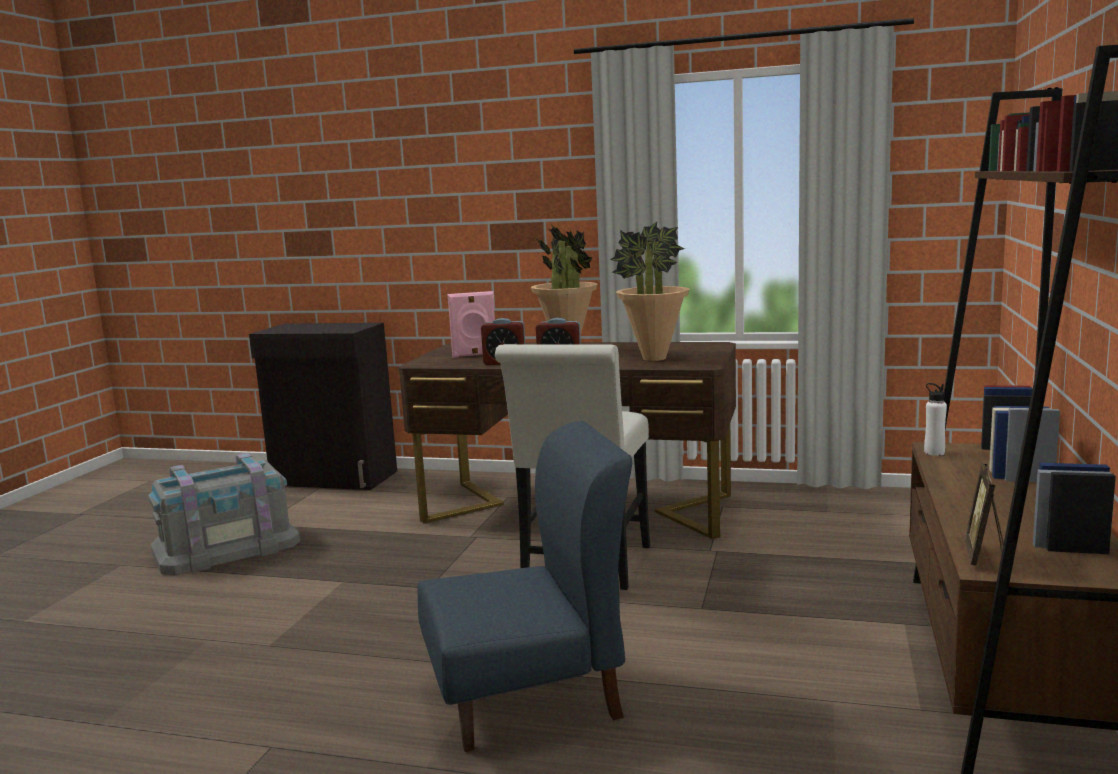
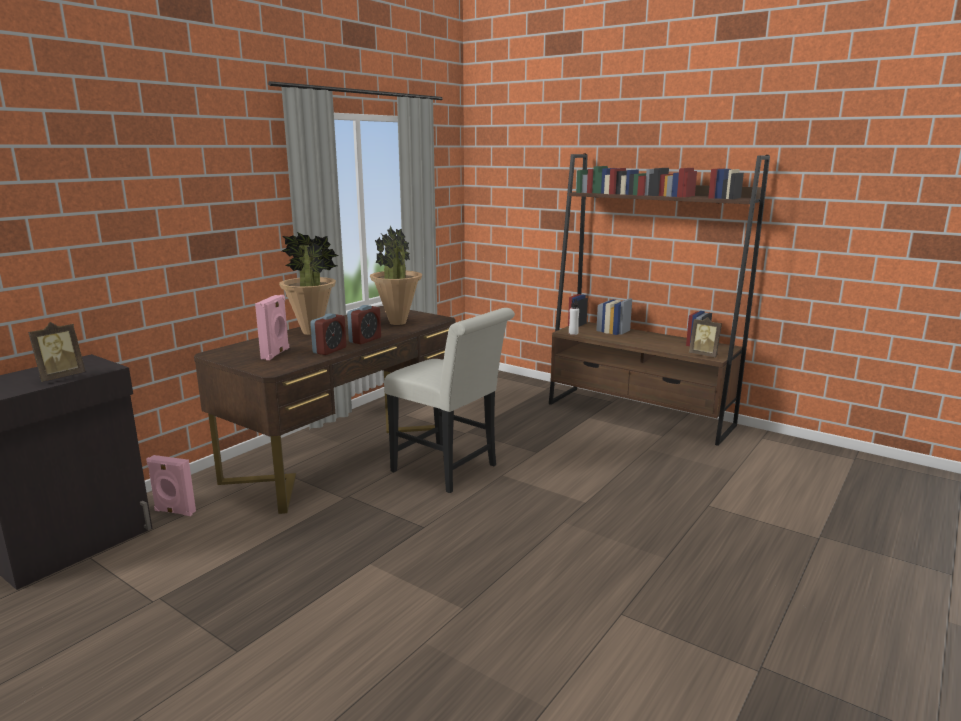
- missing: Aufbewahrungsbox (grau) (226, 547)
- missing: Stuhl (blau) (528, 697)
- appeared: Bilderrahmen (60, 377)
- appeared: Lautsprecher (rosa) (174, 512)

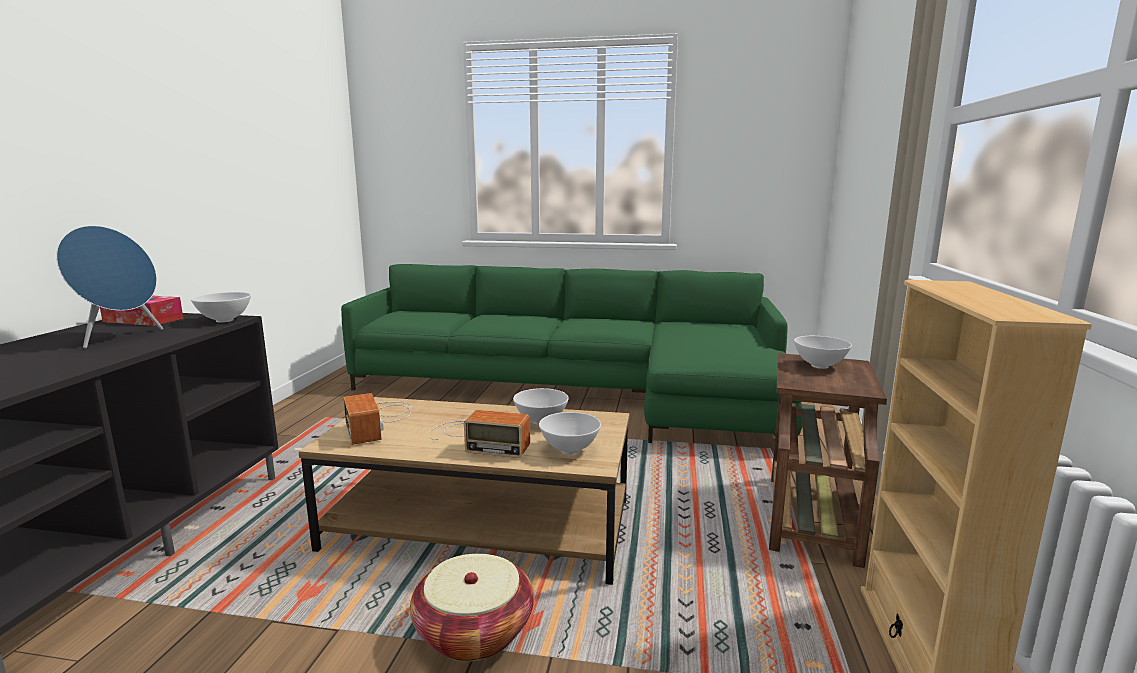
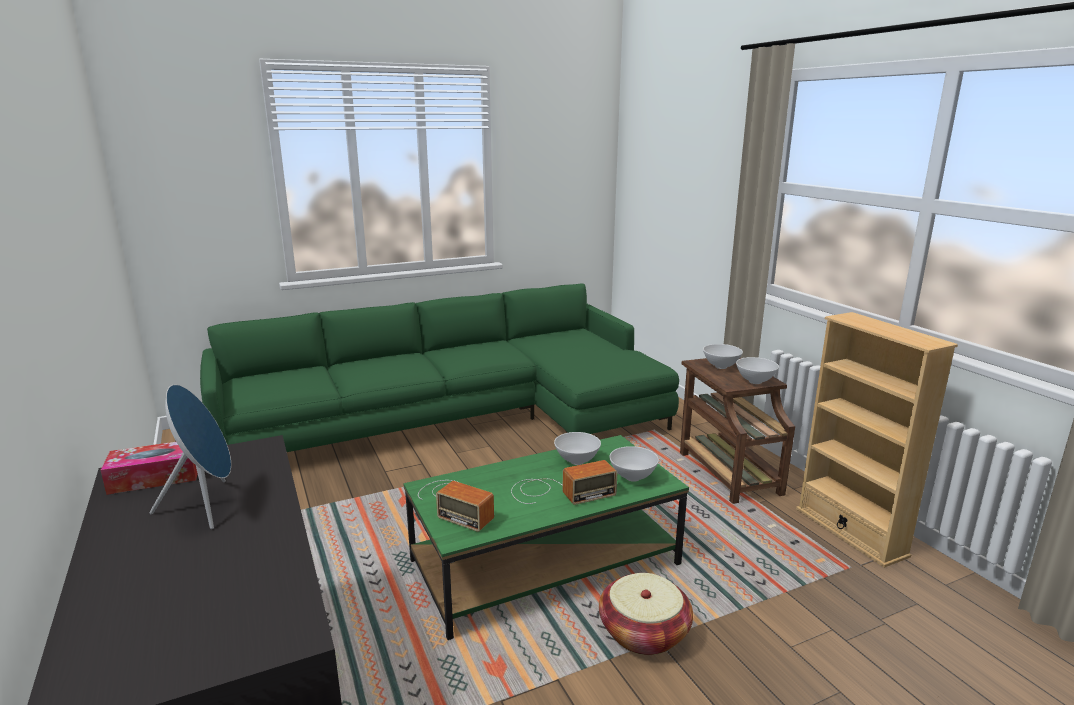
- relocated: Schüssel (weiß) (224, 320) to (754, 382)
- colour: Couchtisch (braun) (480, 525) to Couchtisch (grün) (544, 562)

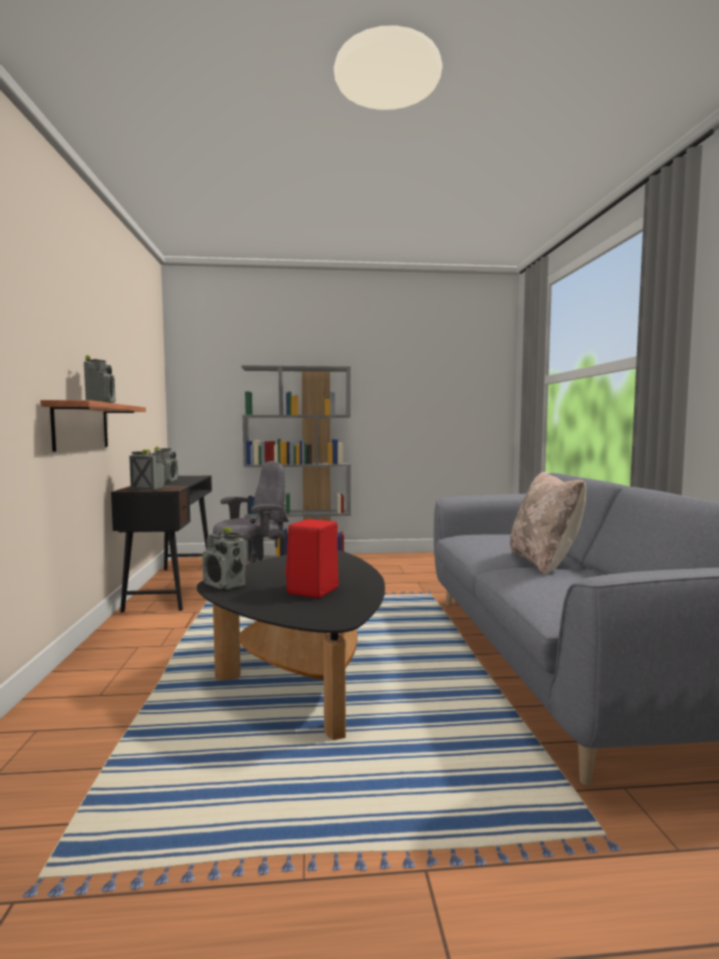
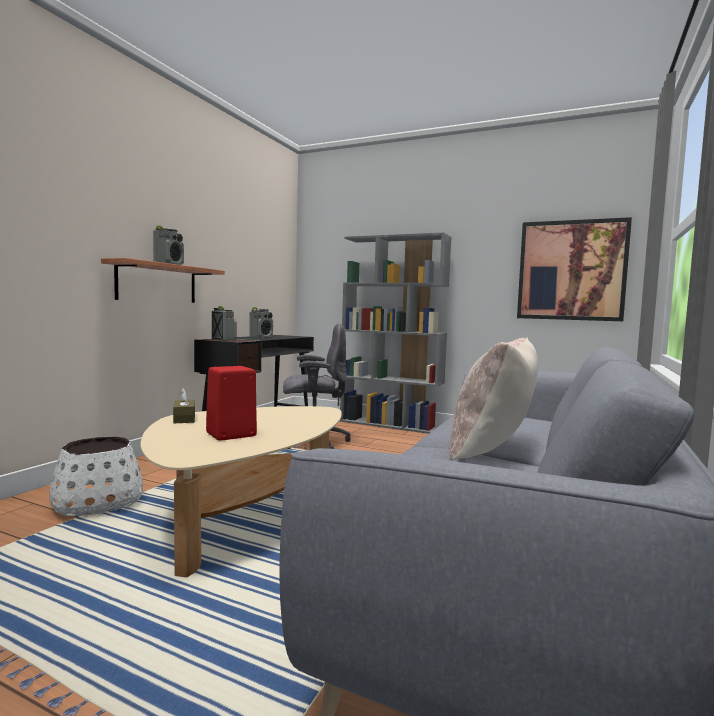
- colour: Couchtisch (schwarz) (303, 671) to Couchtisch (beige) (245, 514)
- exchanged: Radio (224, 585) to Taschentuchbox (braun) (184, 419)
- appeared: Pflanzkübel (weiß) (98, 502)
- appeared: Bild (571, 270)

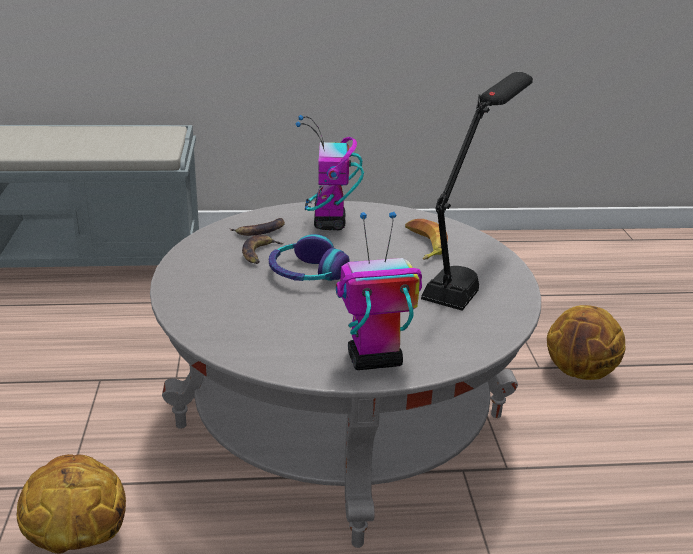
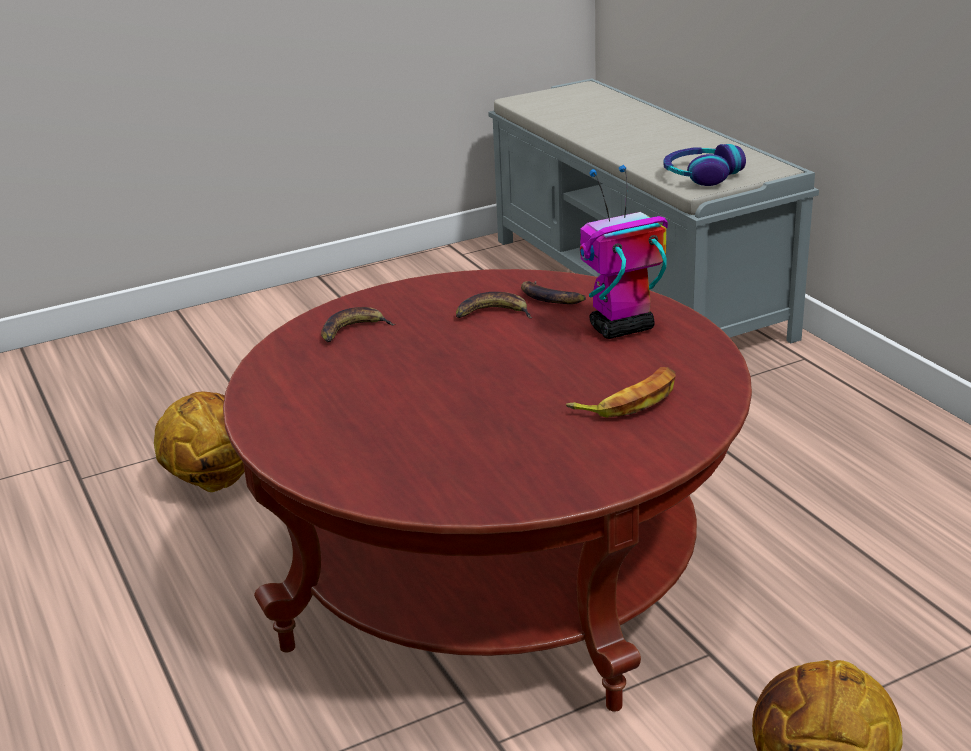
- colour: Couchtisch (grau) (341, 420) to Couchtisch (rot) (495, 572)
- relocated: Kopfhörer (306, 273) to (701, 175)
- missing: Spielzeugroboter (373, 360)
- missing: Tischlampe (schwarz) (468, 273)
- appeared: Banane (353, 330)

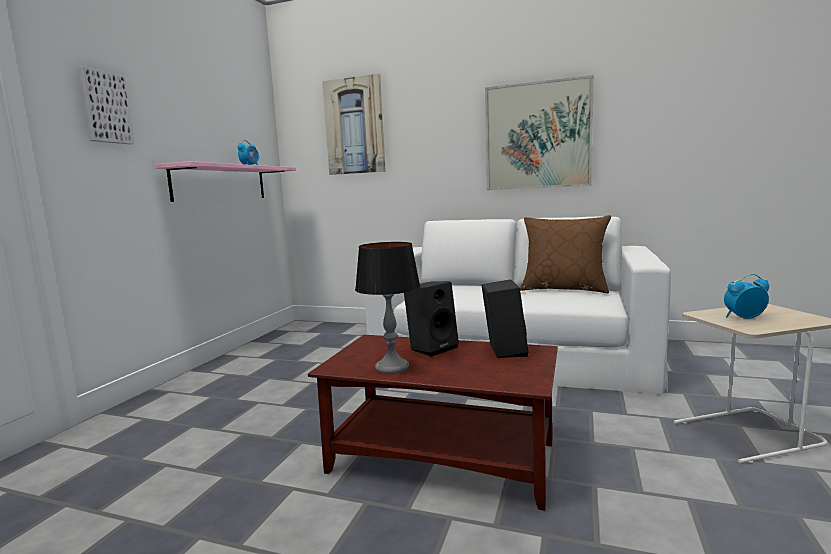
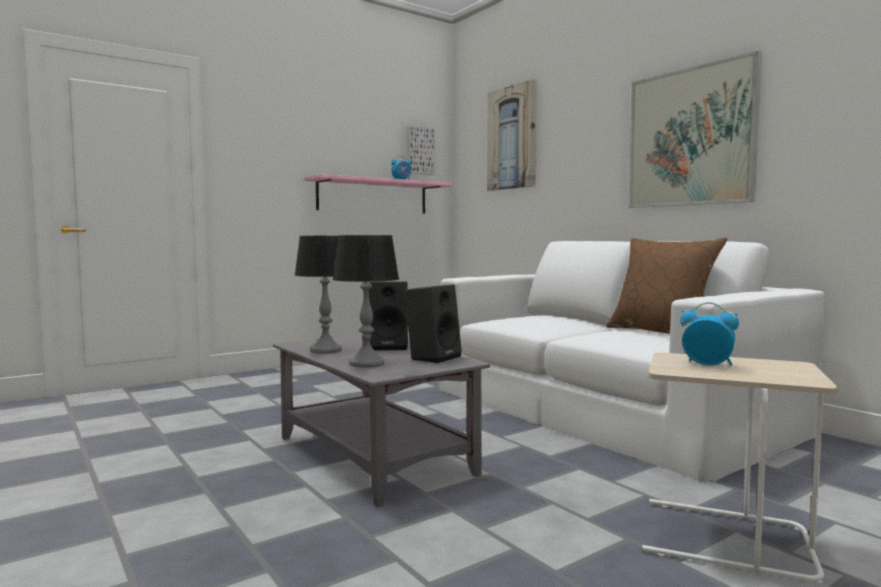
- relocated: Bild (105, 107) to (419, 150)
- colour: Couchtisch (braun) (444, 457) to Couchtisch (grau) (374, 455)
- appeared: Tischlampe (366, 363)

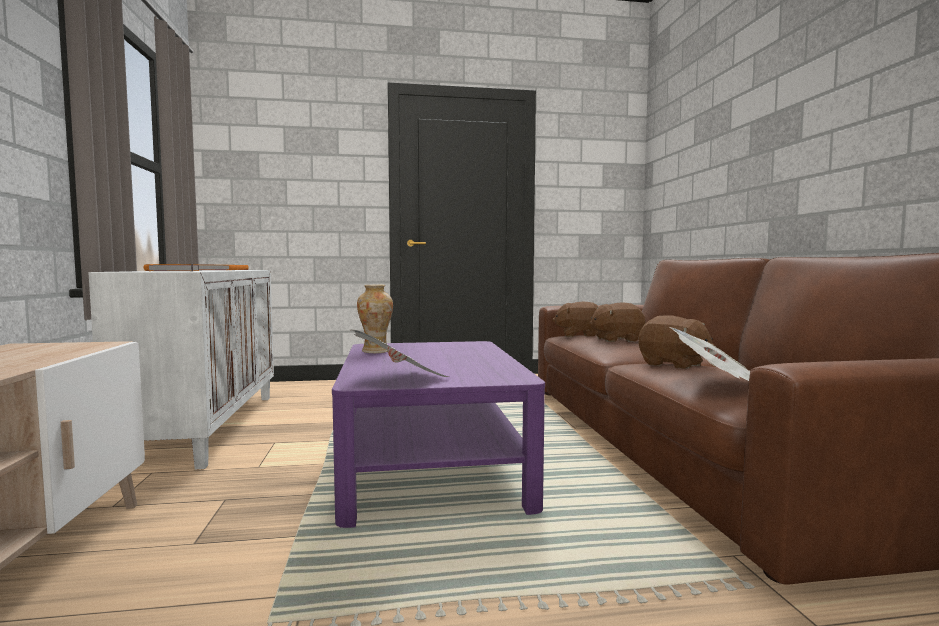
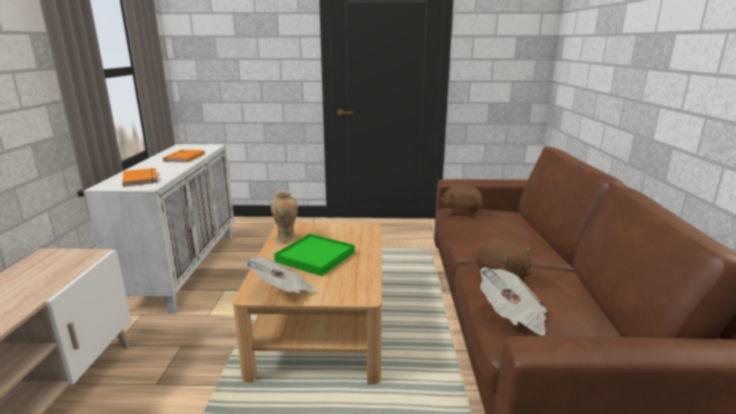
- colour: Couchtisch (lila) (431, 464) to Couchtisch (beige) (322, 324)
- missing: Plüschtier (braun) (616, 339)
- appeared: Tablett (grün) (315, 257)

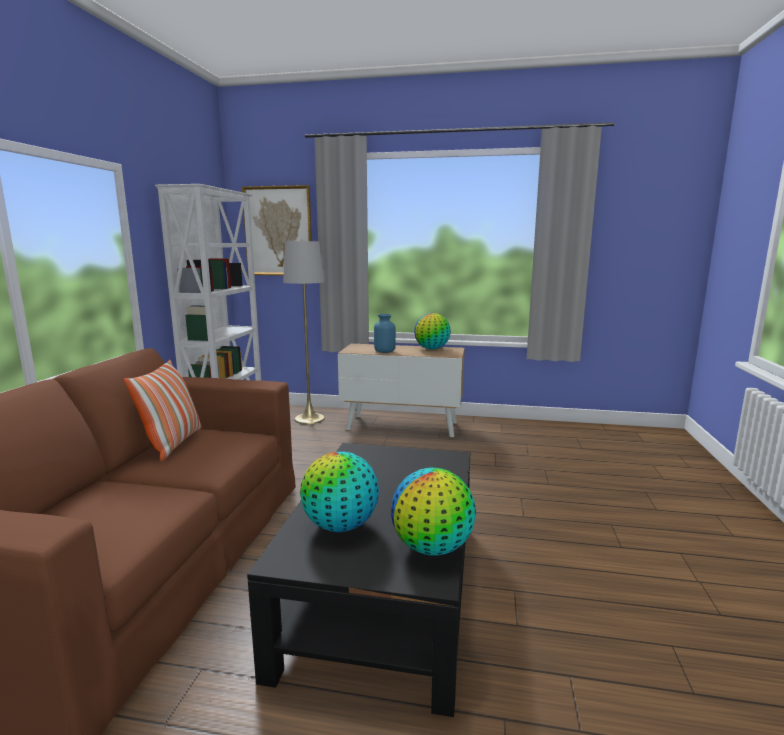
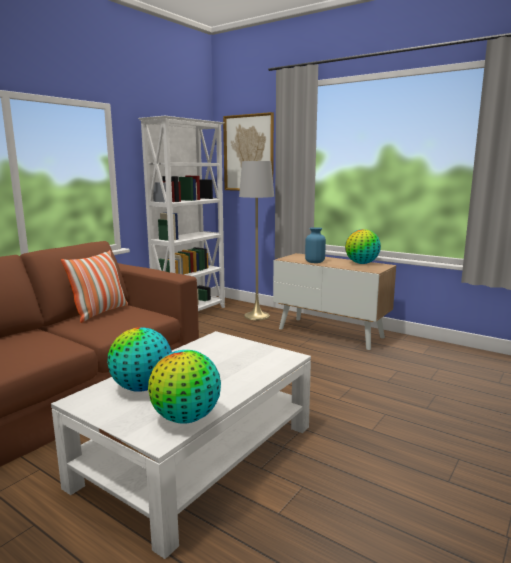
- colour: Couchtisch (schwarz) (384, 589) to Couchtisch (weiß) (198, 454)

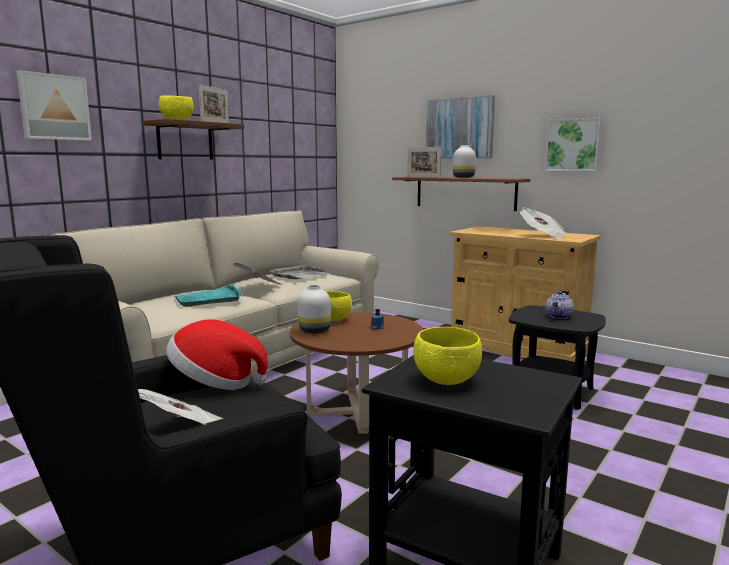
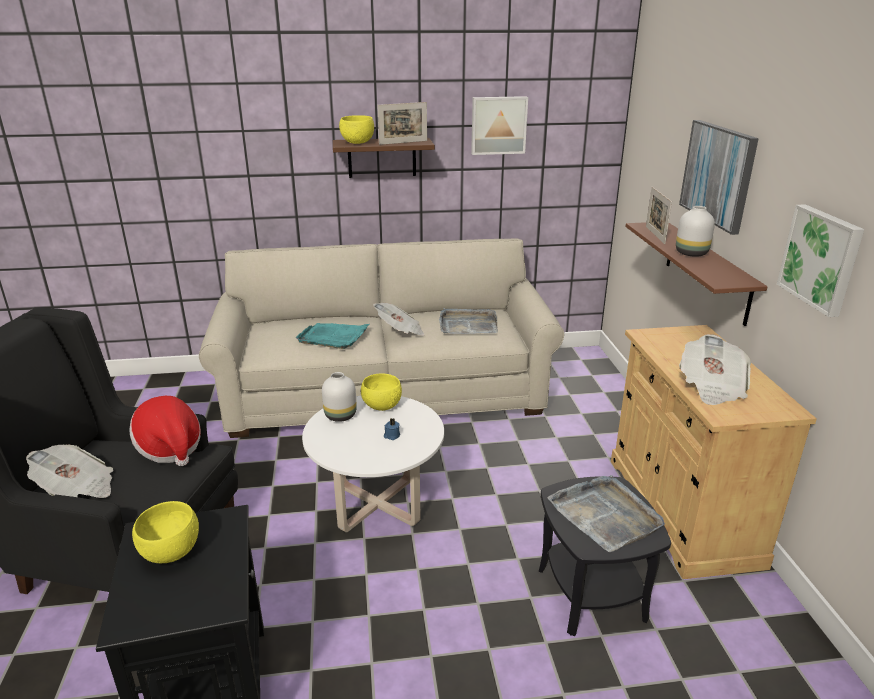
- relocated: Bild (54, 107) to (498, 125)
- colour: Couchtisch (braun) (357, 412) to Couchtisch (weiß) (377, 504)
- exchanged: Teekanne (559, 316) to Tablett (grau) (605, 515)

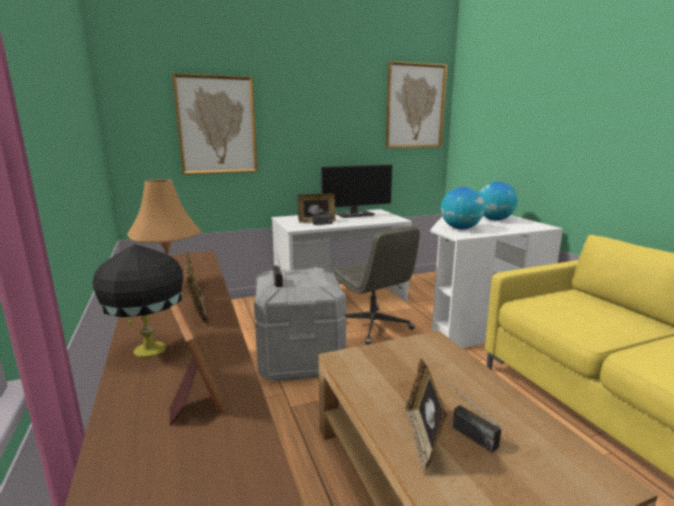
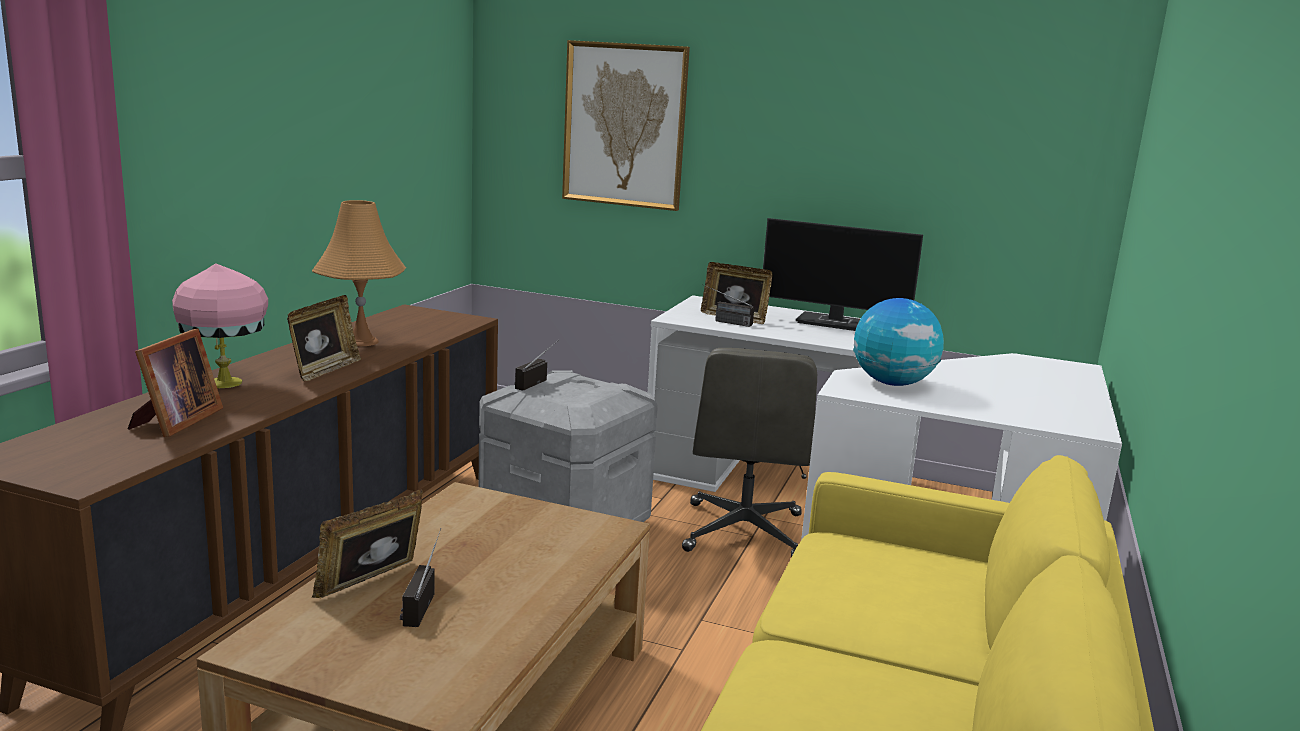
- colour: Tischlampe (schwarz) (150, 349) to Tischlampe (rosa) (226, 382)
- missing: Bild (415, 106)
- missing: Globus (494, 220)

